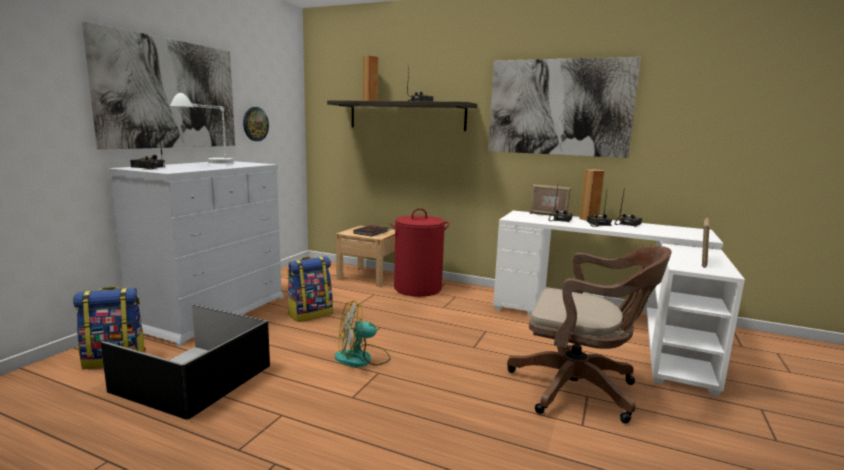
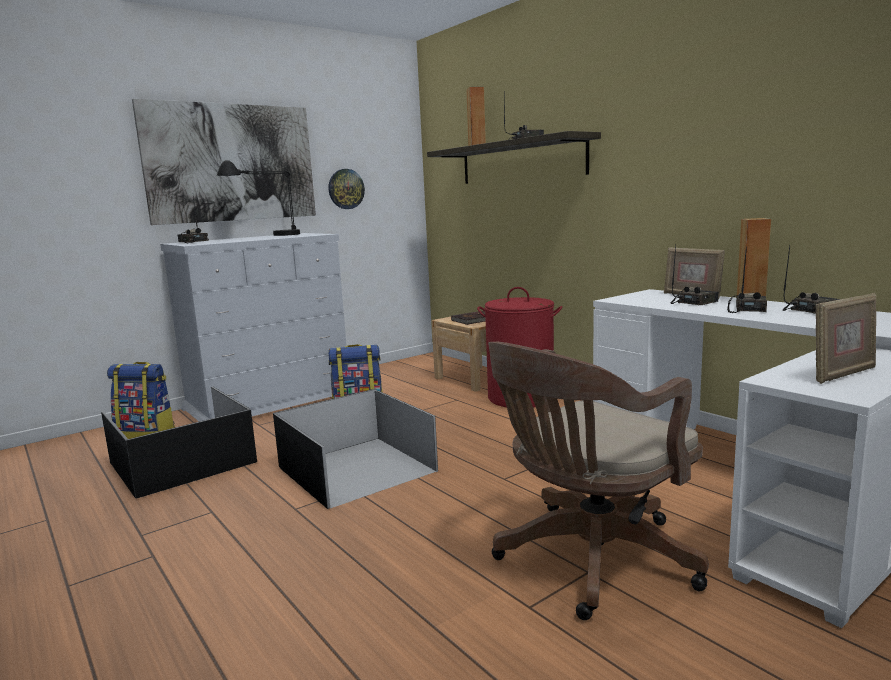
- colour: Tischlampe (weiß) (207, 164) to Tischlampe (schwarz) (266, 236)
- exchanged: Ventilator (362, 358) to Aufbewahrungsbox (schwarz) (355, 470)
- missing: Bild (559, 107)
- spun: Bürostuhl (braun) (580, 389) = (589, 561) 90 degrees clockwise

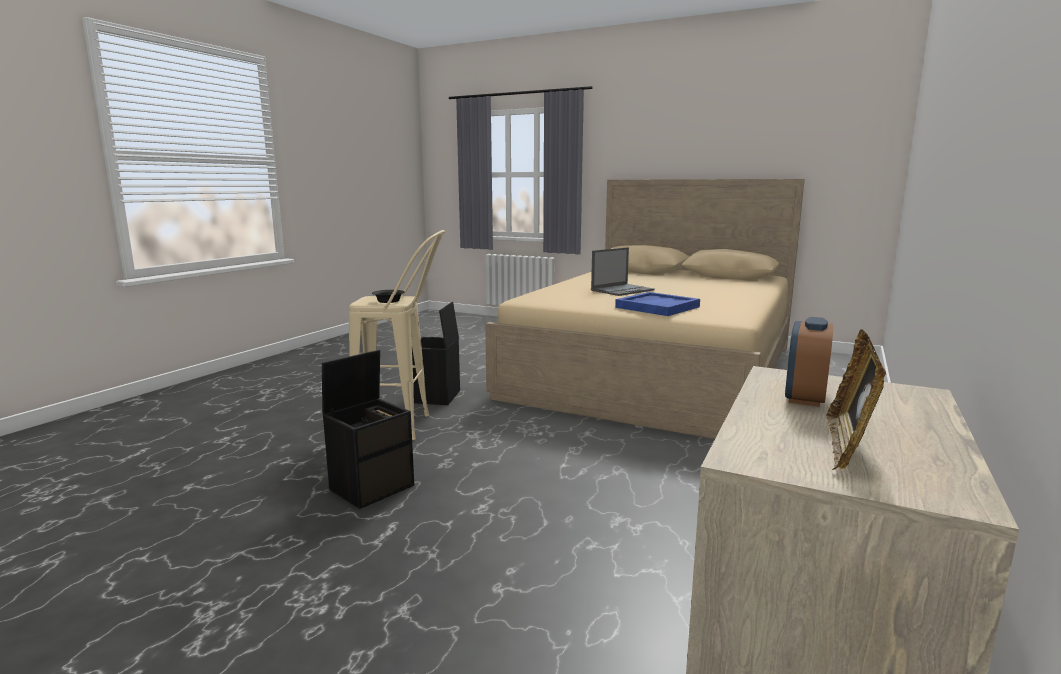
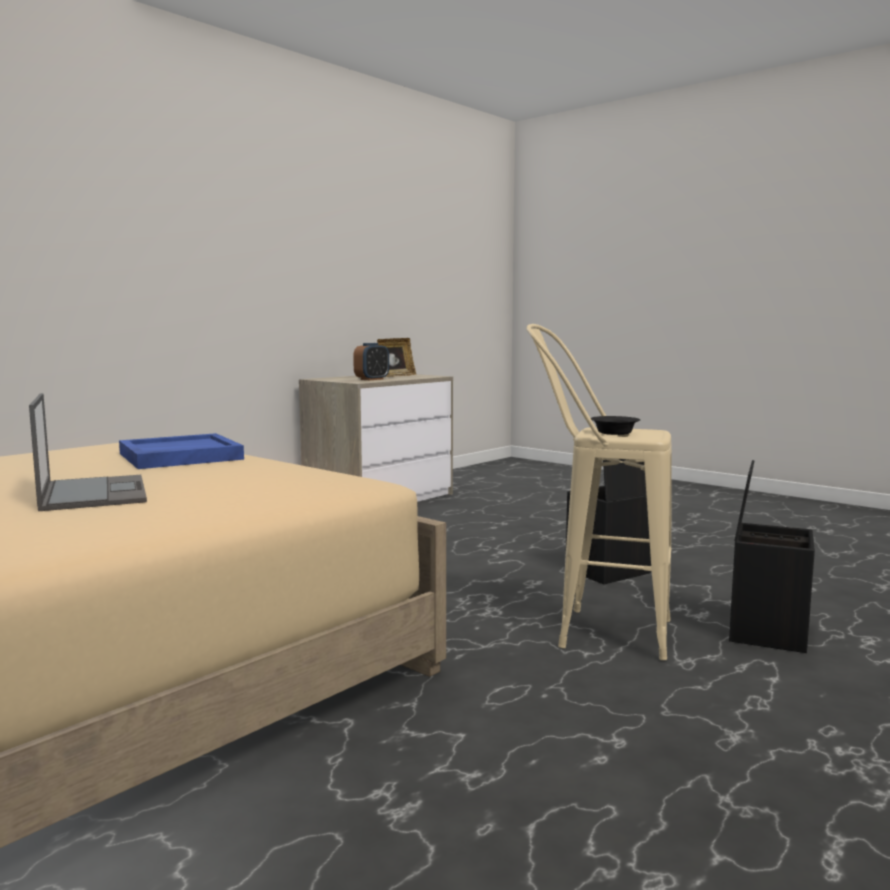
- relocated: Aufbewahrungsbox (schwarz) (436, 397) to (766, 631)
- spun: Laptop (623, 290) = (93, 493) 90 degrees clockwise

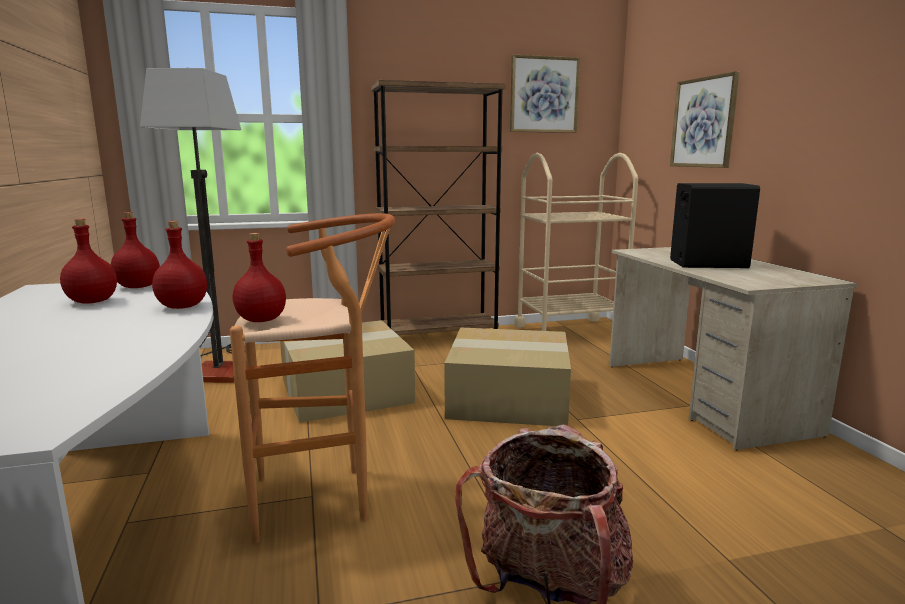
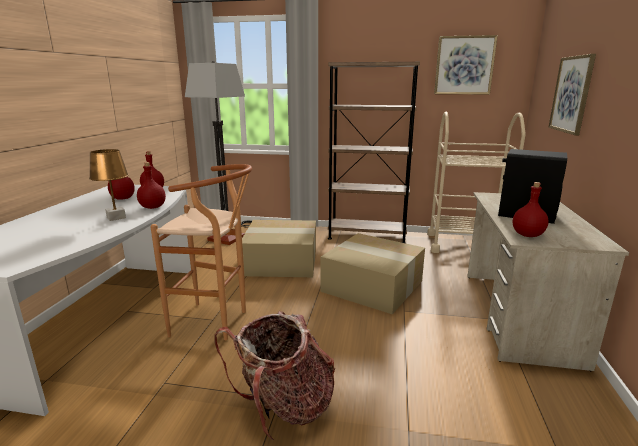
- relocated: Flasche (rot) (261, 320) to (527, 235)
- appeared: Tischlampe (braun) (116, 218)

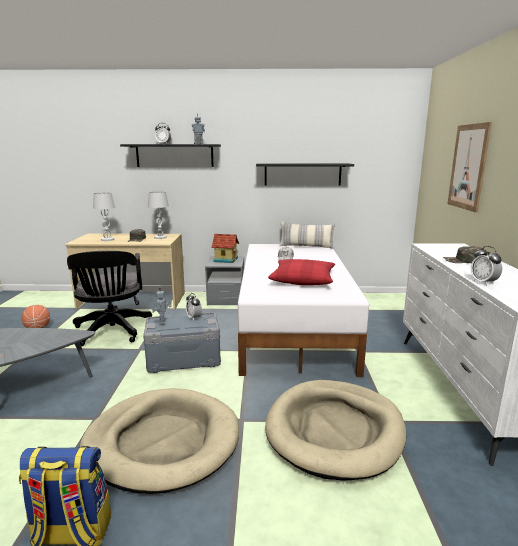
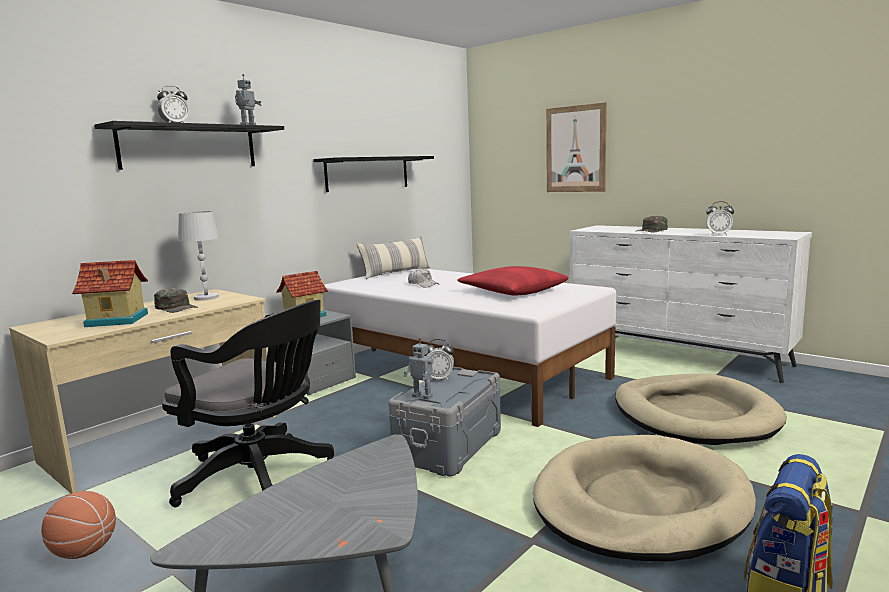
- exchanged: Tischlampe (weiß) (107, 239) to Spielzeughaus (117, 320)

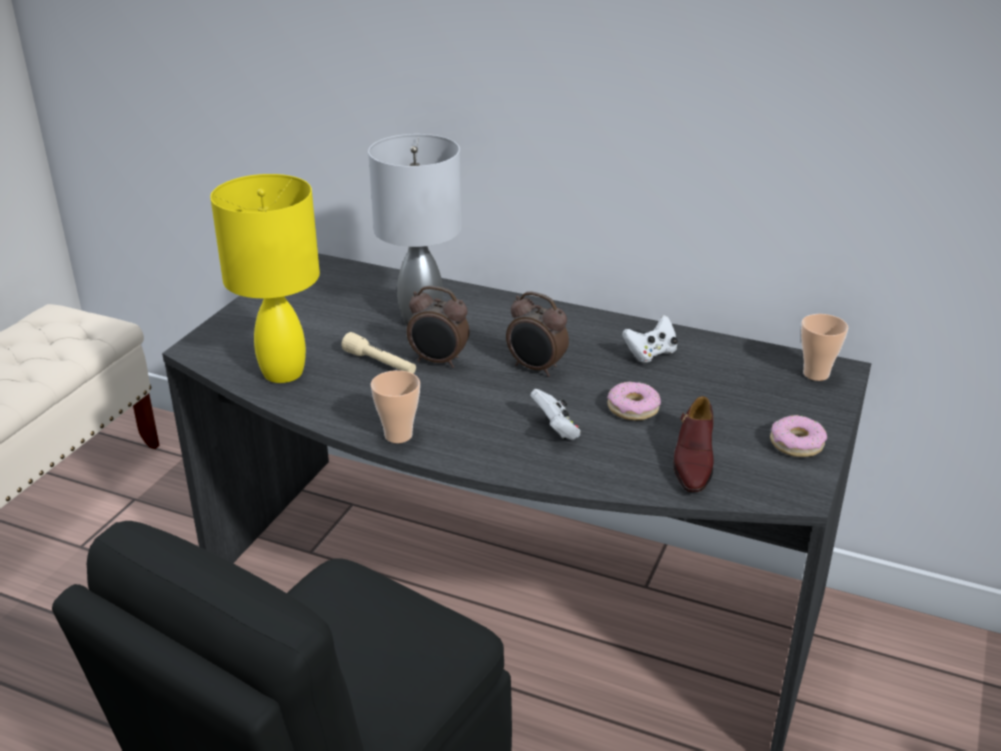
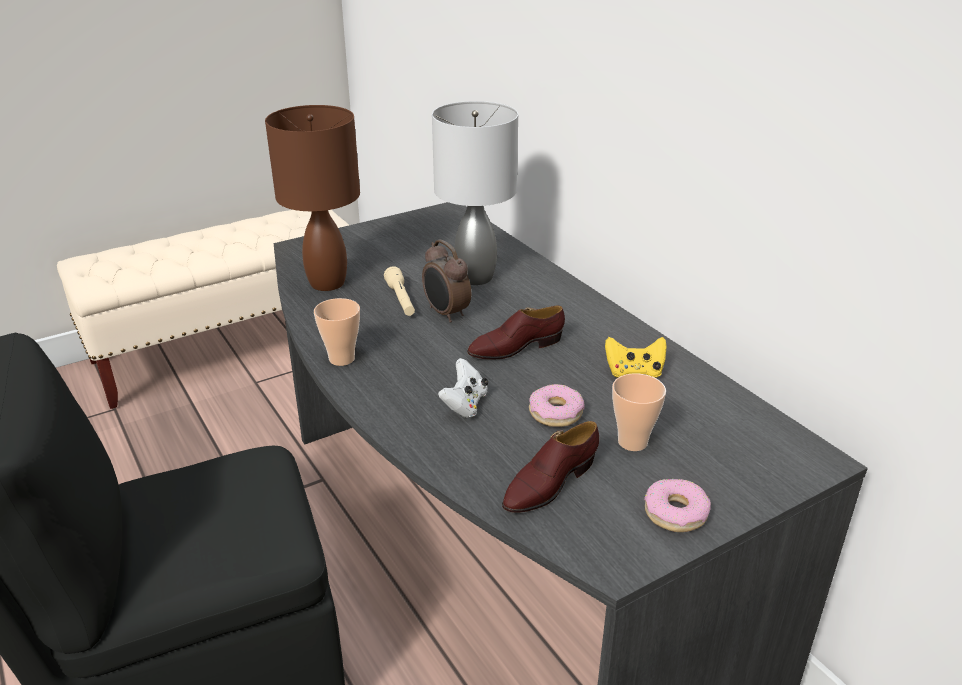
- colour: Tischlampe (gelb) (281, 372) to Tischlampe (braun) (326, 282)
- exchanged: Wecker (536, 368) to Schuh (braun) (515, 347)
- colour: Gamepad (weiß) (651, 354) to Gamepad (gelb) (634, 372)
- relocated: Tasse (816, 374) to (632, 442)

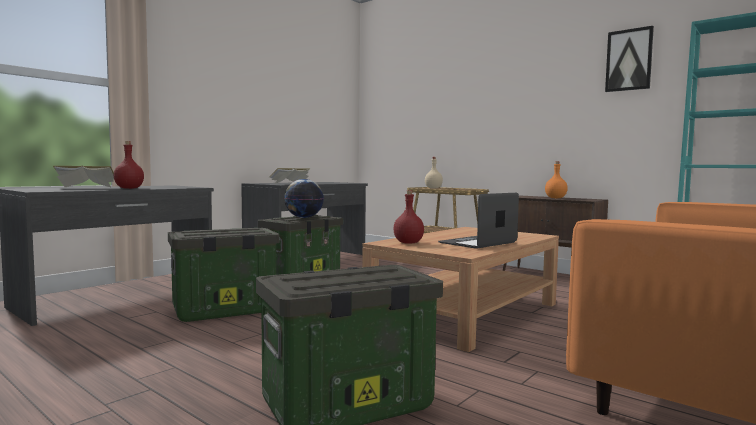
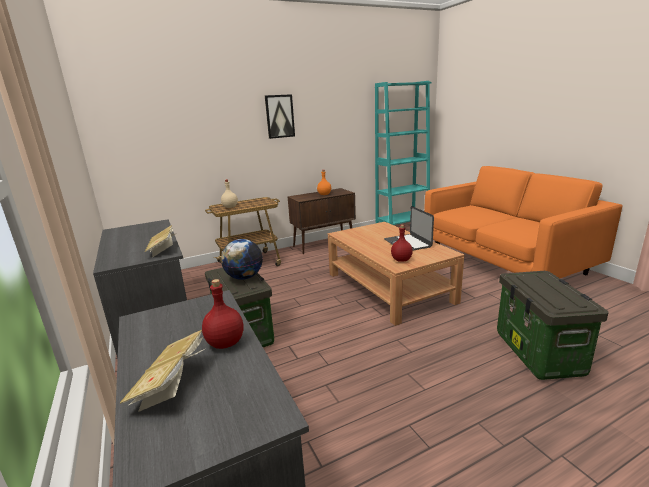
- missing: Aufbewahrungsbox (223, 311)
- relocated: Bild (629, 60) to (279, 116)

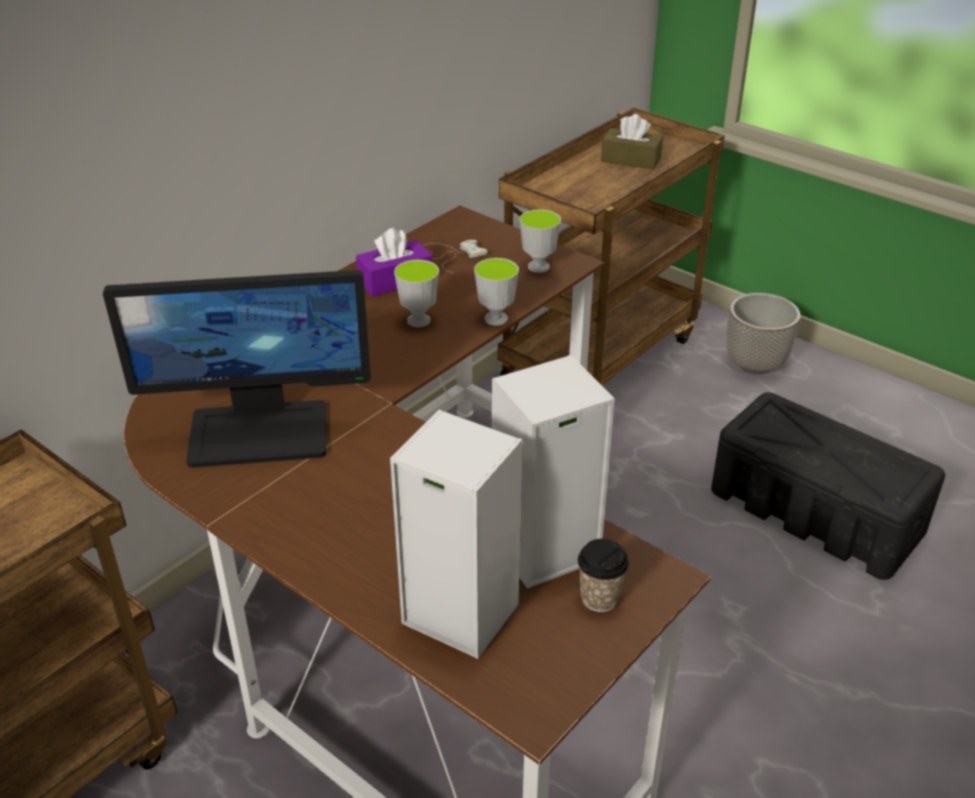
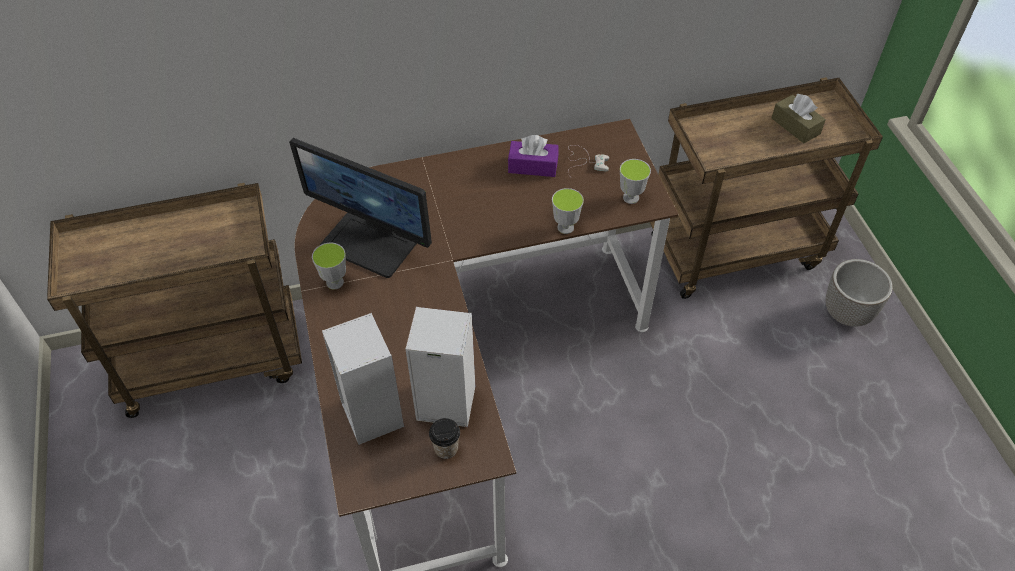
- relocated: Tasse (418, 321) to (335, 282)
- missing: Aufbewahrungsbox (schwarz) (817, 512)

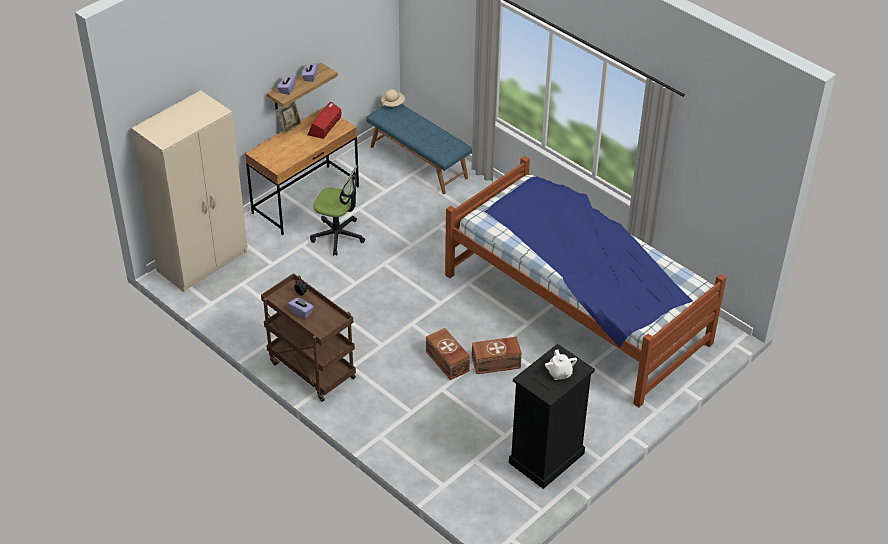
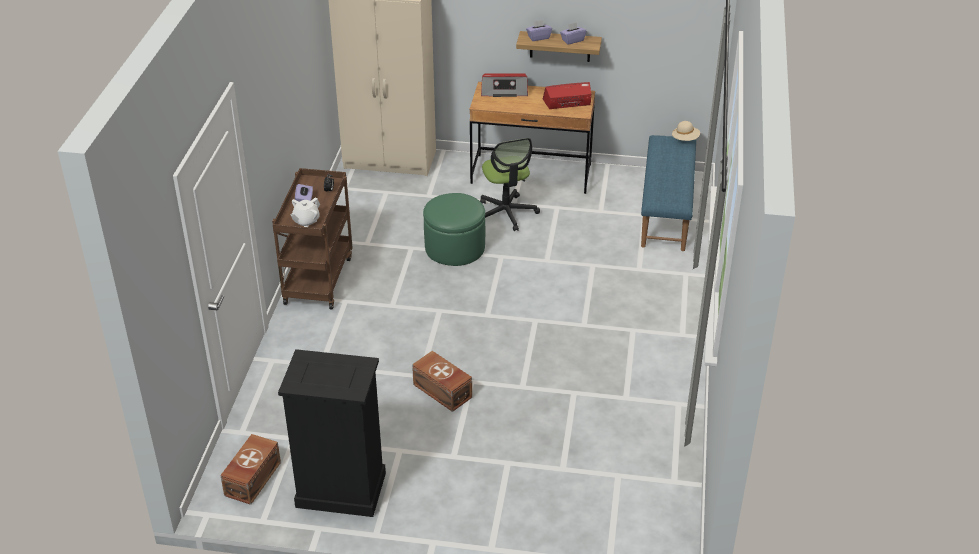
- missing: Bilderrahmen (290, 127)
- relocated: Aufbewahrungsbox (braun) (447, 362) to (251, 479)
- missing: Bett (576, 308)
- relocated: Teekanne (weiß) (559, 373) to (306, 221)
- appeared: Polsterhocker (grün) (455, 247)
- appeared: Radio (504, 91)

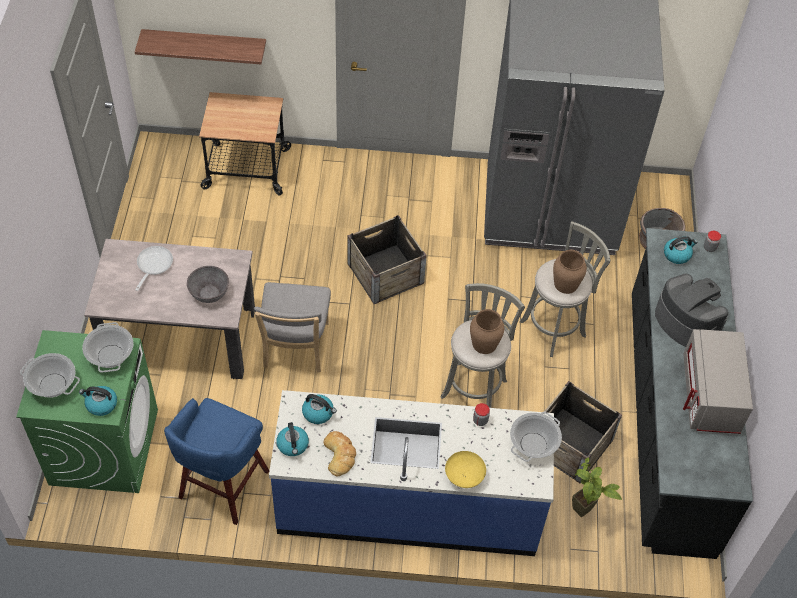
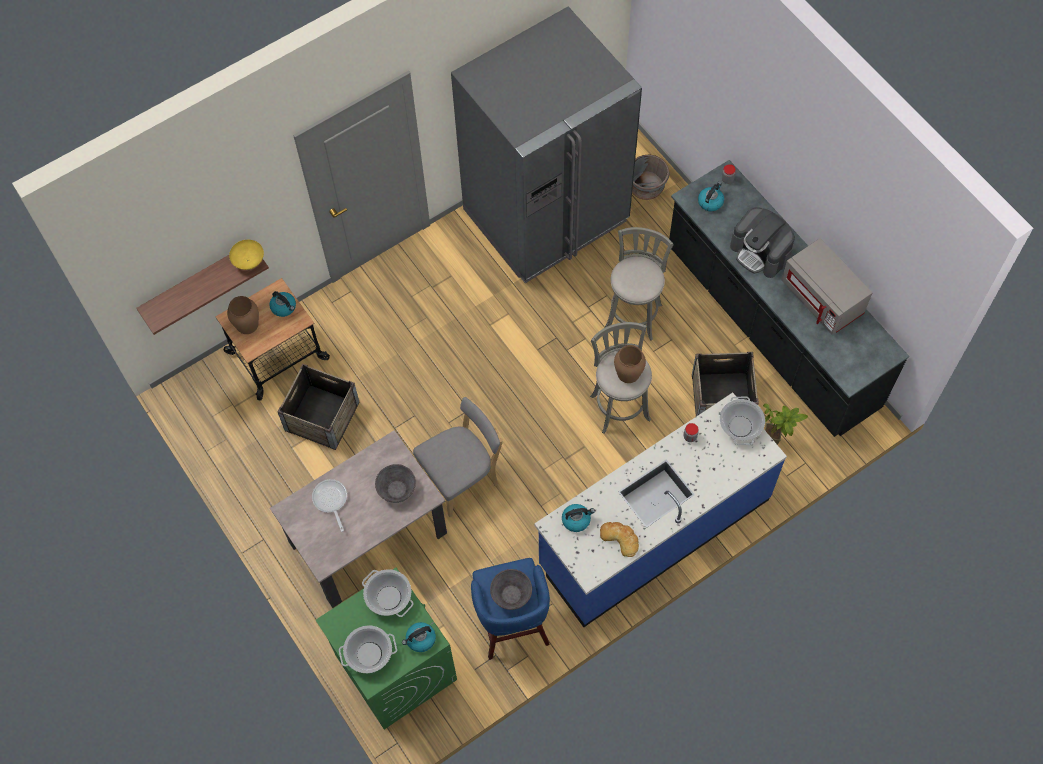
- spun: Stuhl (grau) (295, 348) = (462, 478) 90 degrees counterclockwise
- relocated: Wasserkessel (293, 445) to (284, 307)
- relocated: Kiste (386, 273) to (322, 416)
- relocated: Schüssel (gelb) (464, 477) to (249, 261)
- relocated: Vase (braun) (566, 284) to (247, 324)
- spun: Kaffeemaschine (686, 321) = (760, 252) 150 degrees counterclockwise
- appeared: Schüssel (grau) (511, 595)

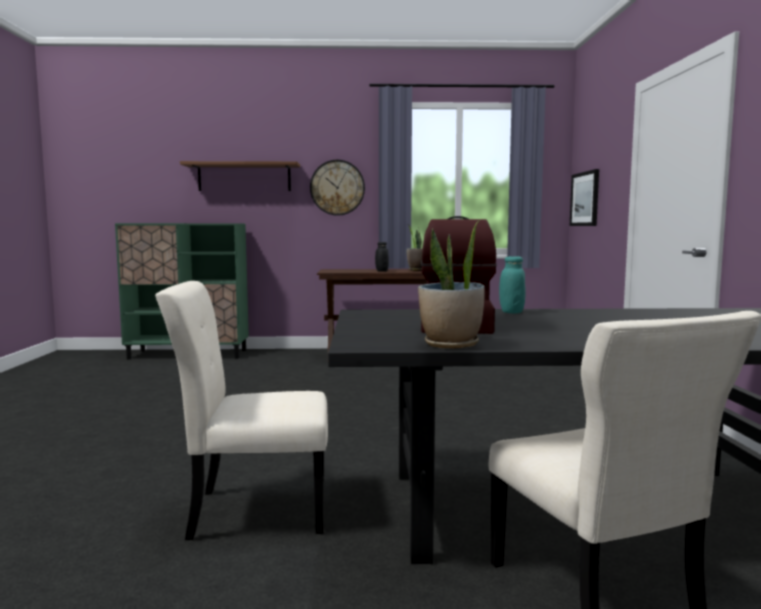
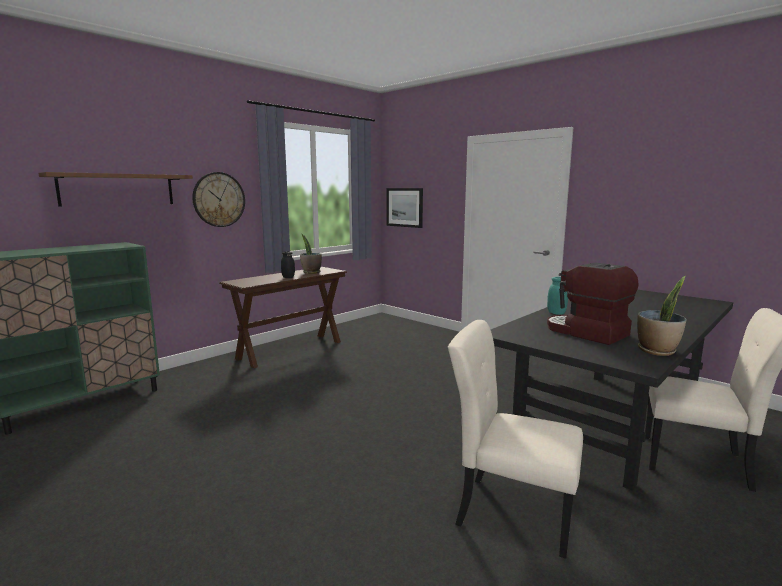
- spun: Stuhl (beige) (253, 511) = (510, 512) 75 degrees clockwise

